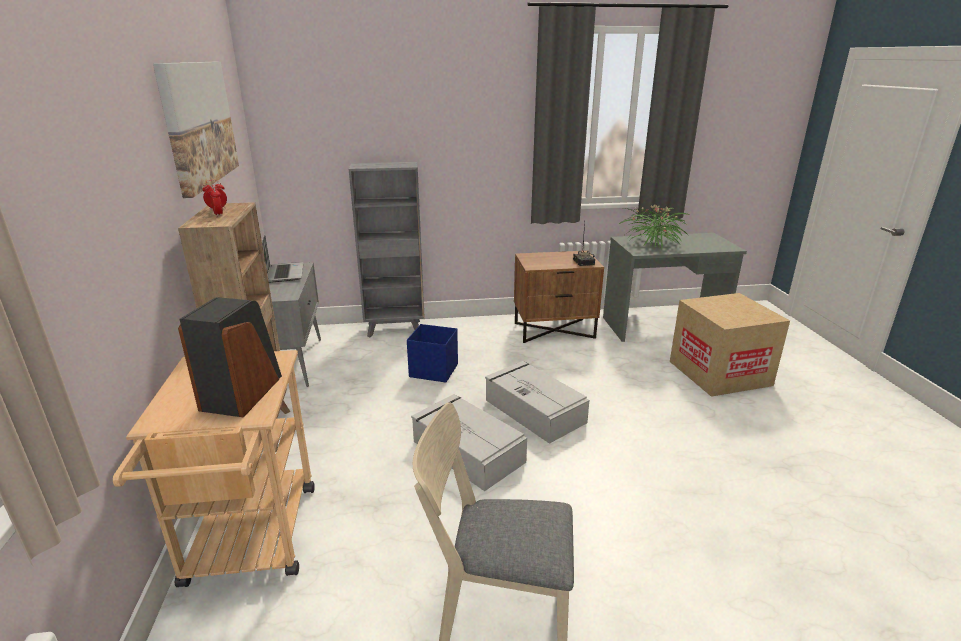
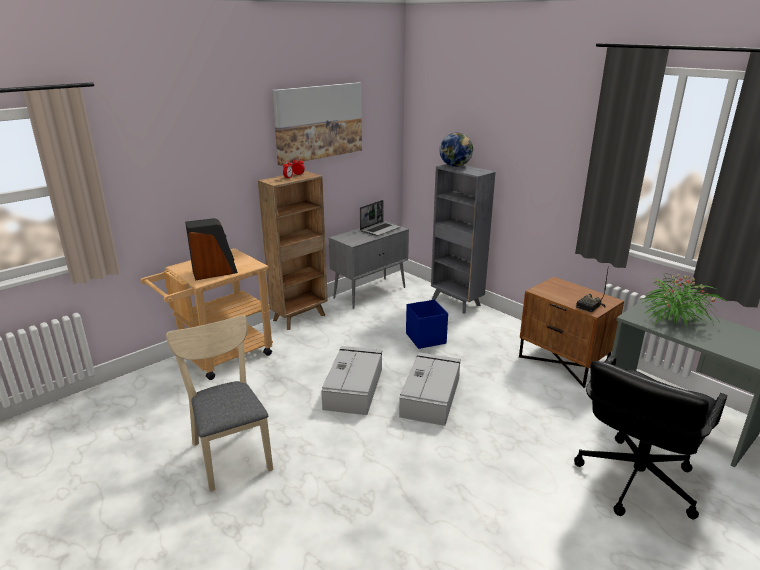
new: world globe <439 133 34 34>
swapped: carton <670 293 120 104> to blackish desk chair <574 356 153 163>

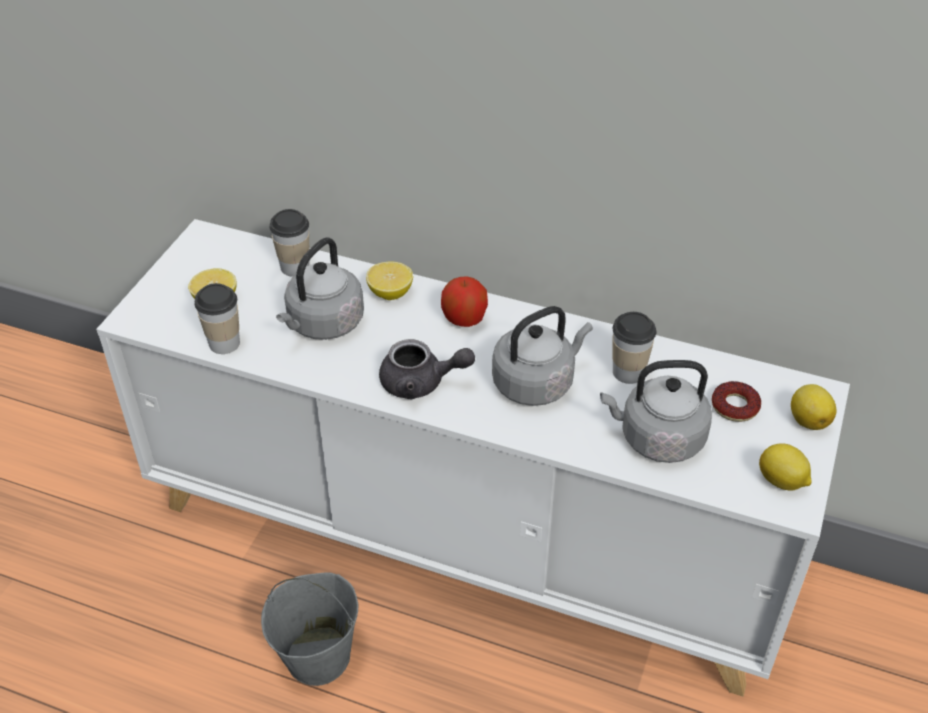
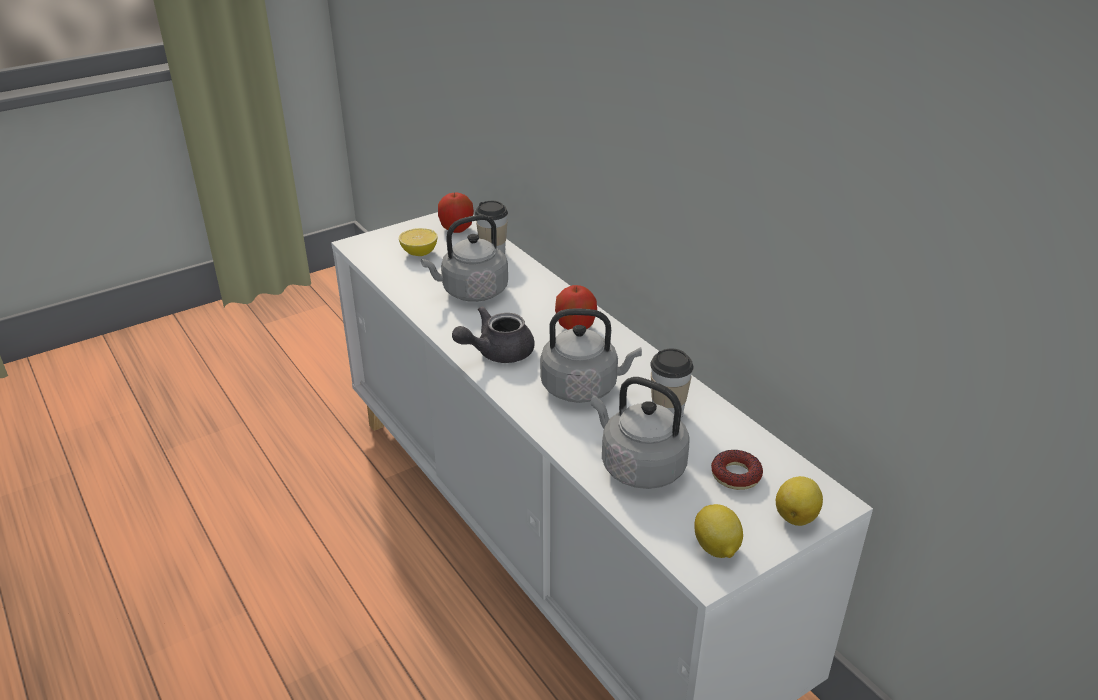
gone: drinking cup <194 283 46 71>; greyish pail <261 572 97 114>; lemon <366 261 47 39>
new: apple fruit <438 192 36 41>
rotated: greyish pot for tea <379 339 96 60> = <452 307 83 56> 105 degrees clockwise

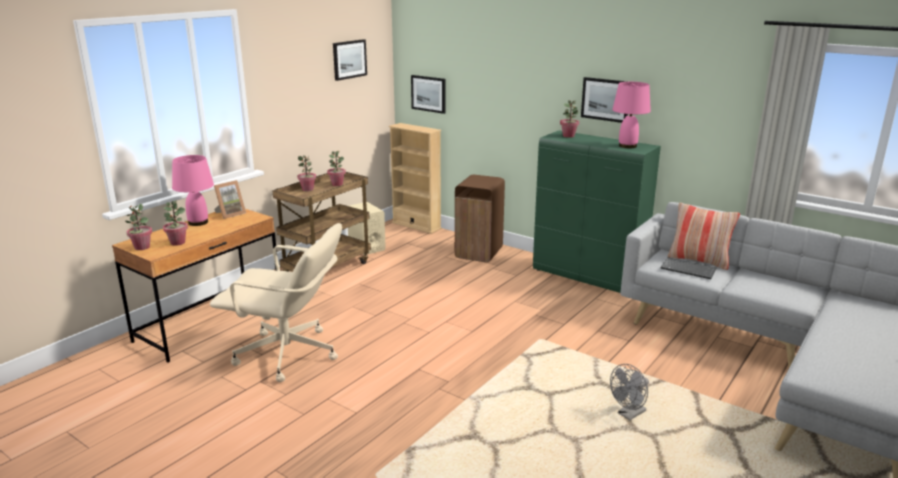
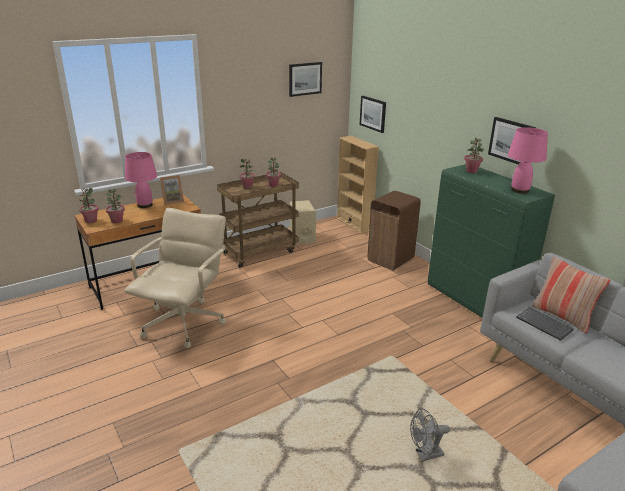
rotated: beige-coloured desk chair <210 223 132 159> = <124 208 102 140> 105 degrees counterclockwise

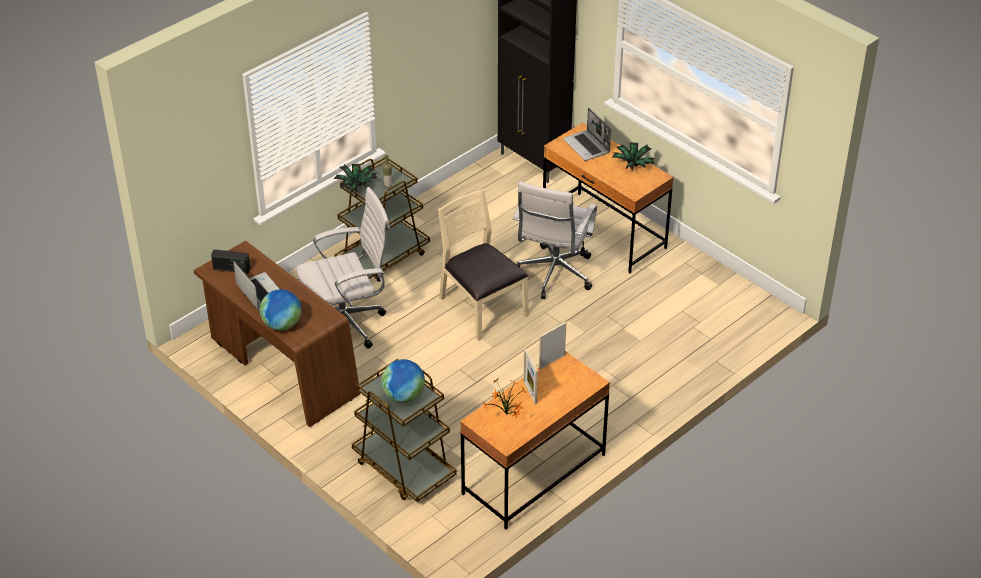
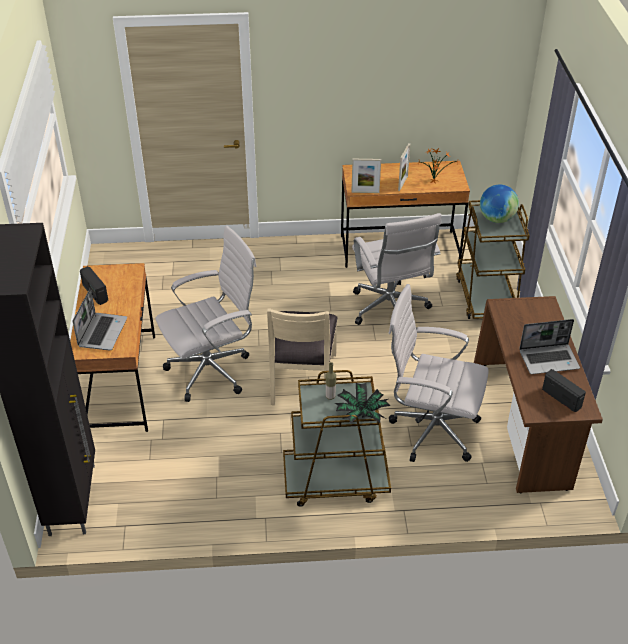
gone: world globe <260 289 42 42>
new: white desk chair <352 213 89 112>
swapped: plant in a pot <612 142 43 28> to radio set <80 266 28 39>
rotated: portable computer <233 261 46 49> = <519 319 61 55> 105 degrees counterclockwise

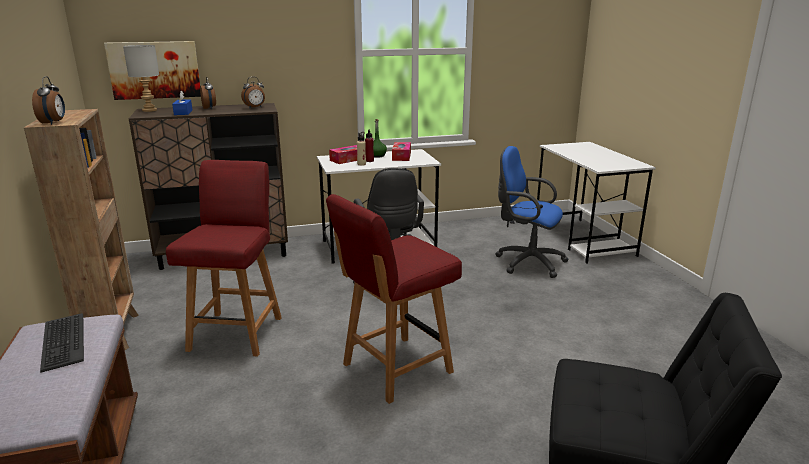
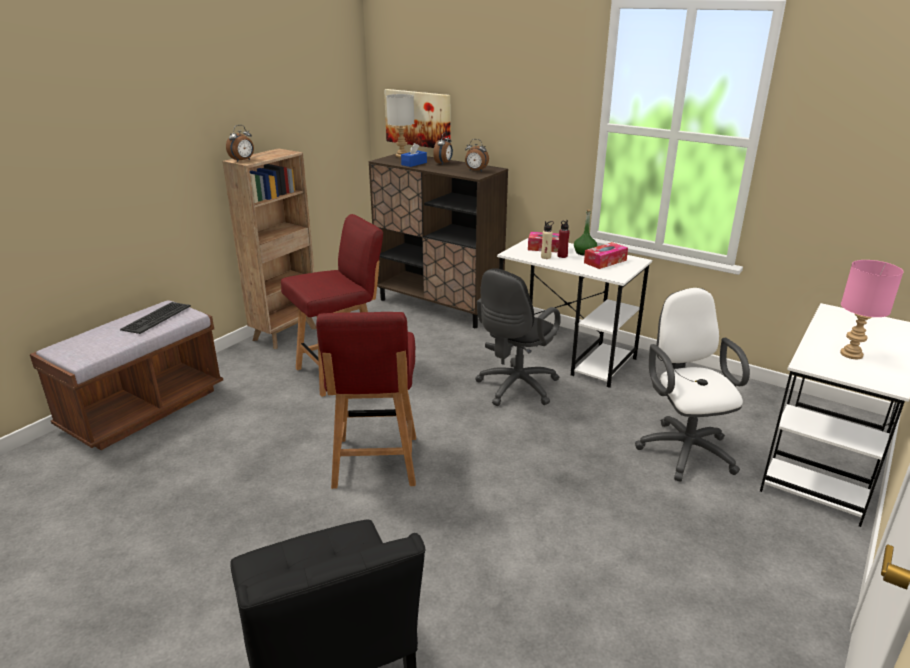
new: pink-coloured lamp for a table <840 260 63 99>
repainted: blue-coloured desk chair <496 146 73 132> to white desk chair <635 288 115 194>
rotated: red chair <326 194 136 210> = <316 312 100 177> 105 degrees counterclockwise

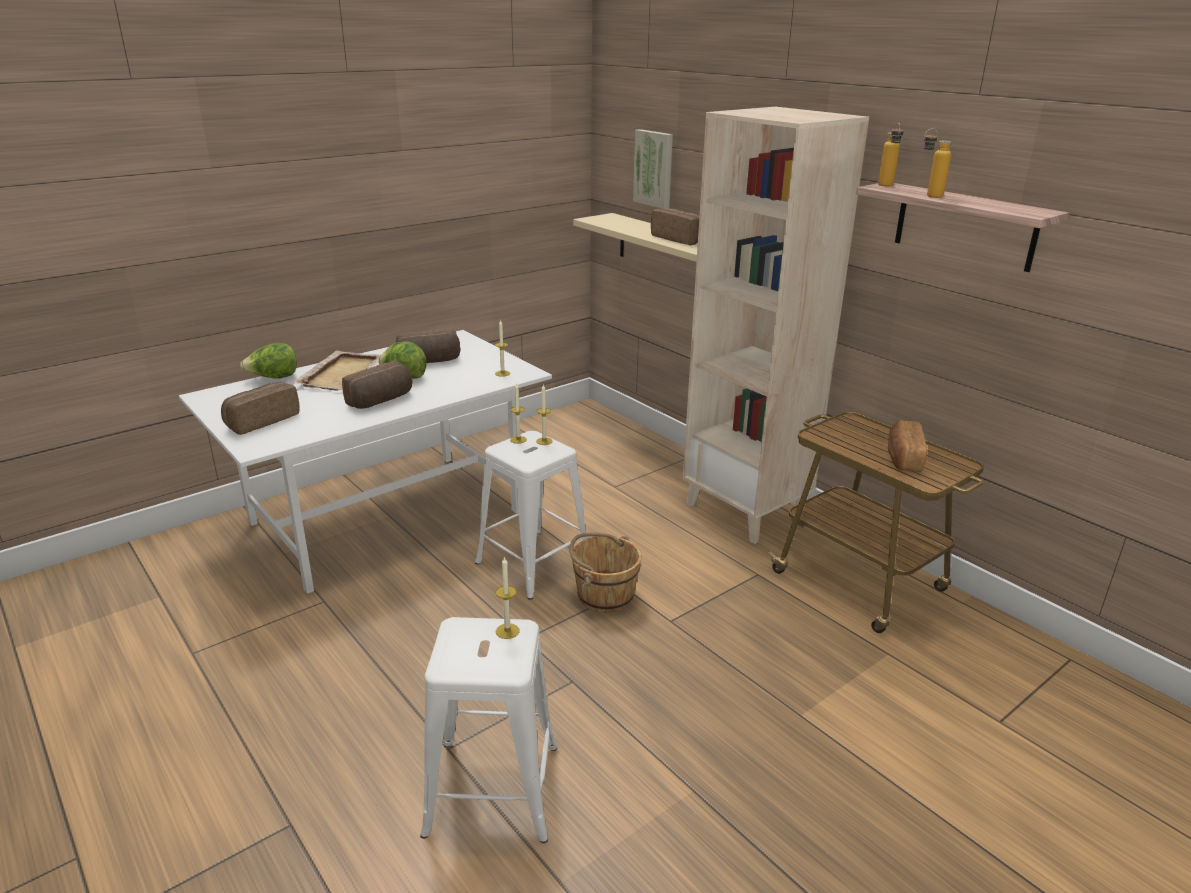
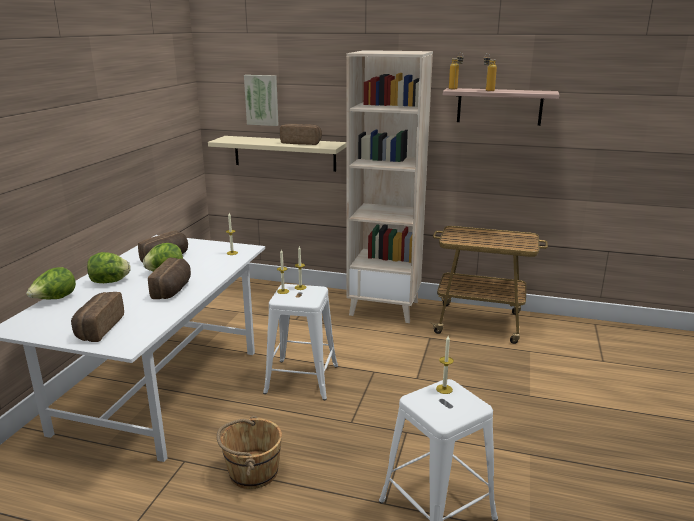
gone: bread <888 420 39 52>
shifted: brownish pail <569 533 73 79> to <217 416 65 73>
swapped: beige-coloured carrying tray <293 350 88 41> to head of lettuce <87 252 44 31>

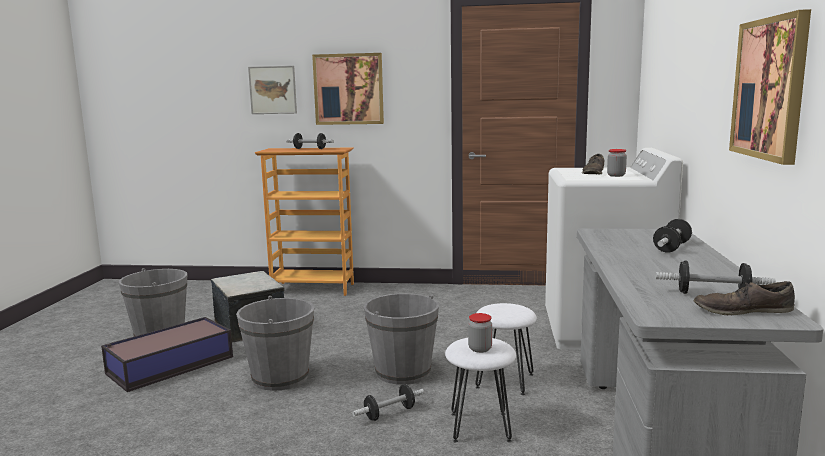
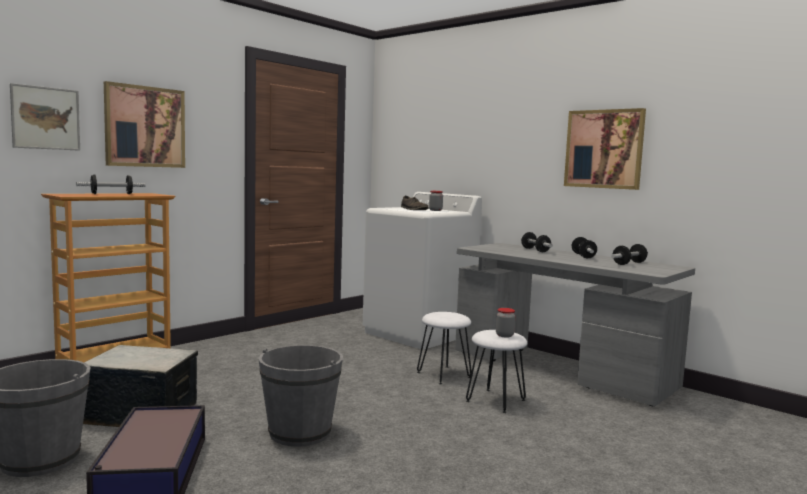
gone: greyish pail <364 293 75 92>; brownish low shoe <693 281 102 34>
shifted: dumbbell <352 384 72 37> to <572 237 25 22>

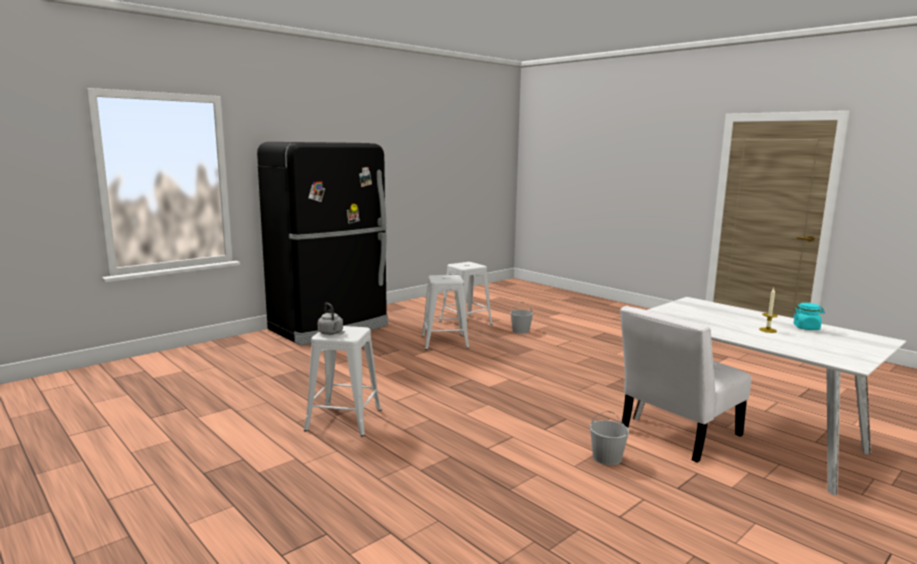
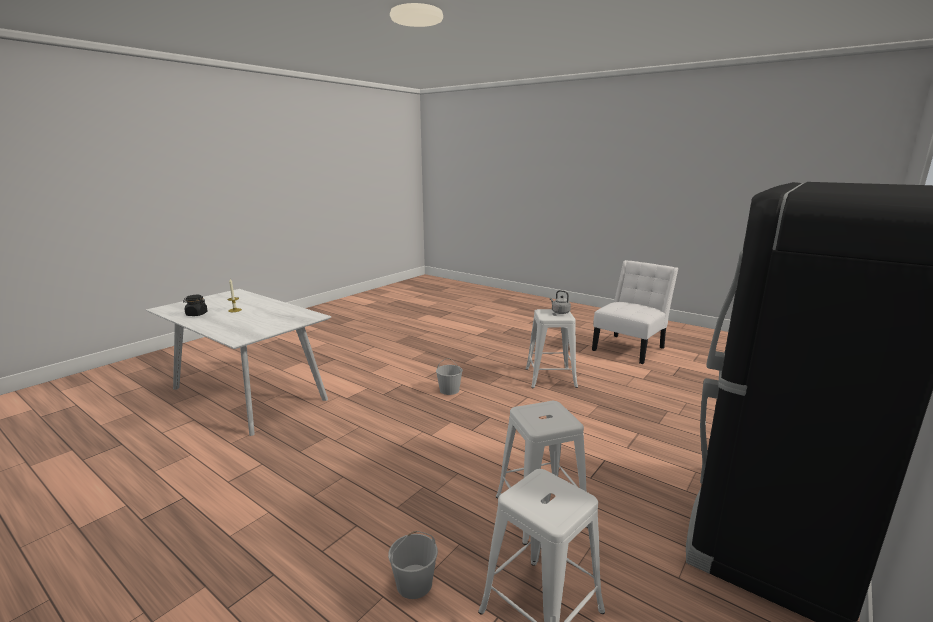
shifted: white pail <590 411 39 54> to <436 358 27 37>; white chair <620 306 131 156> to <592 260 86 104>
repainted: blue-green jar <793 303 32 27> to blackish jar <183 295 25 21>

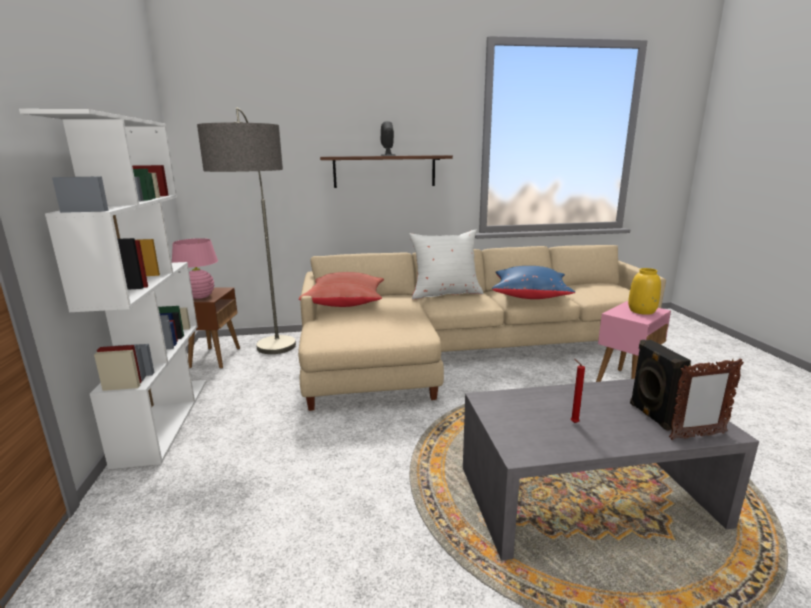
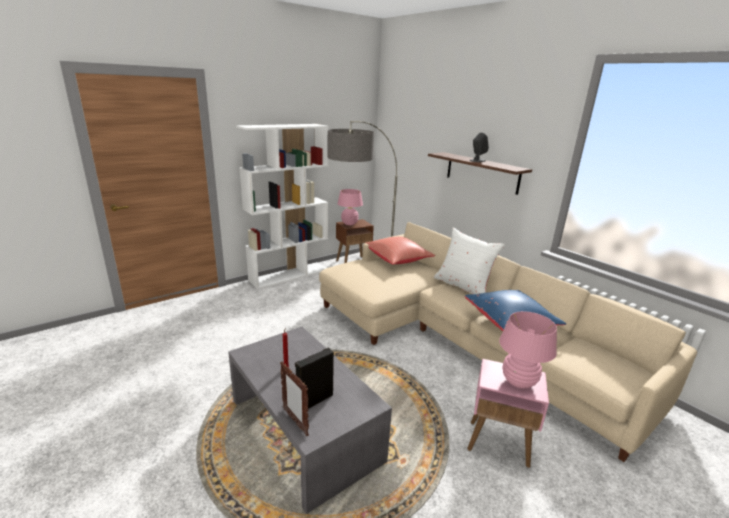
swapped: yellow-coloured vase <628 268 33 47> to pink-coloured lamp for a table <499 311 58 77>

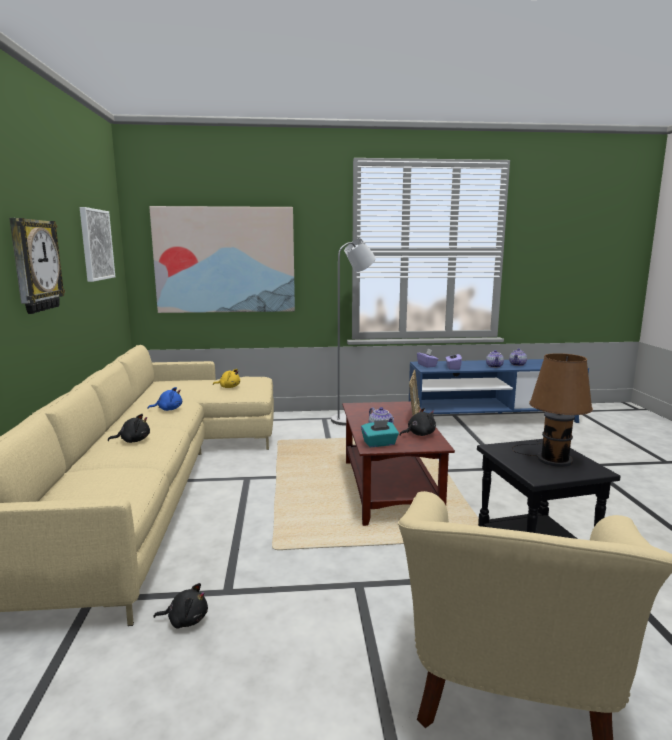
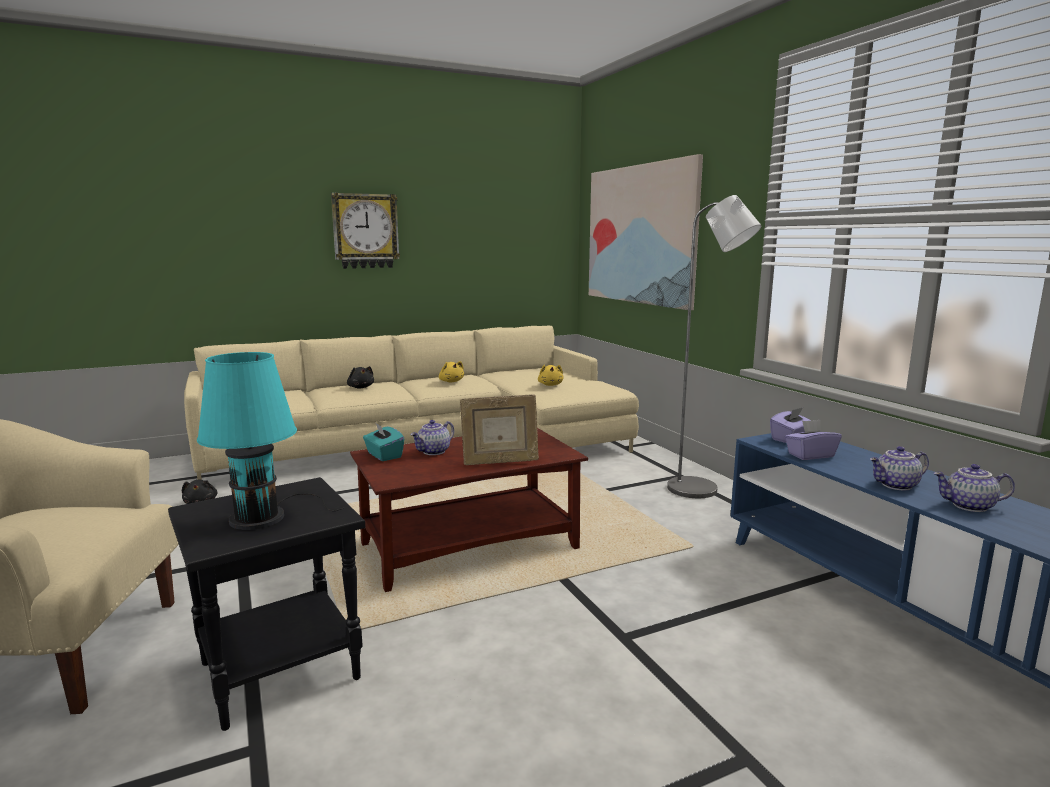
gone: picture <80 207 35 75>; blackish cuddly toy <400 408 36 28>
repainted: blue-coloured cuddly toy <147 387 35 24> to yellow-coloured cuddly toy <439 361 25 21>; brownish lamp for a table <512 353 81 114> to blue-green lamp for a table <197 352 147 178>

